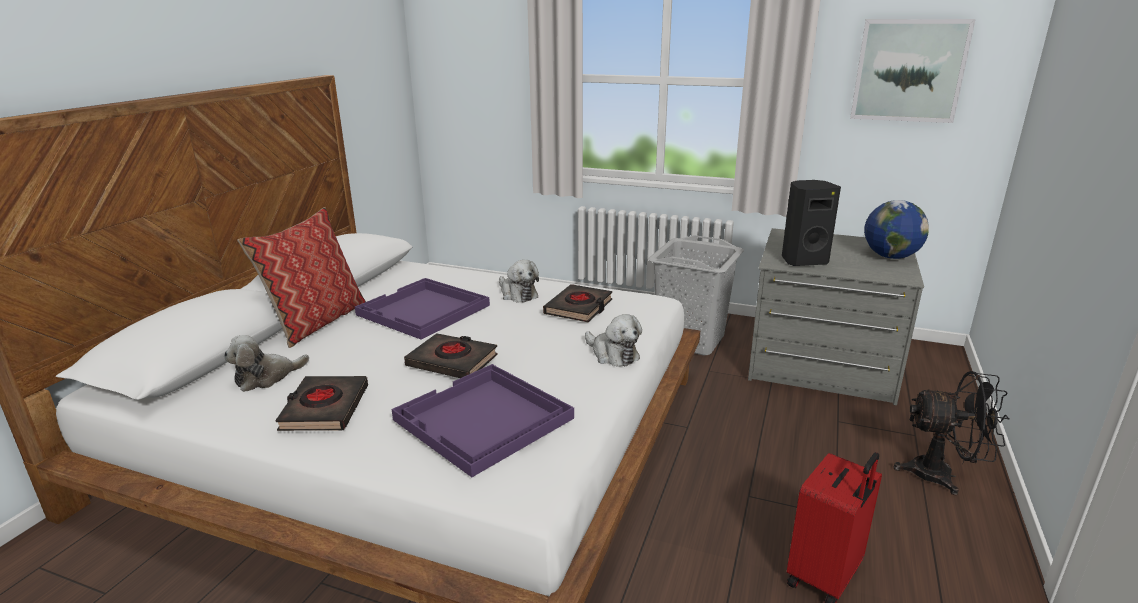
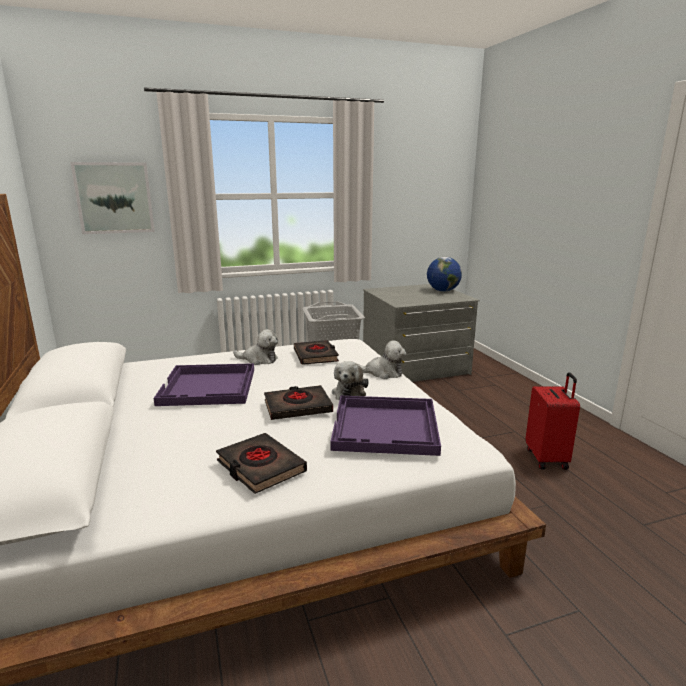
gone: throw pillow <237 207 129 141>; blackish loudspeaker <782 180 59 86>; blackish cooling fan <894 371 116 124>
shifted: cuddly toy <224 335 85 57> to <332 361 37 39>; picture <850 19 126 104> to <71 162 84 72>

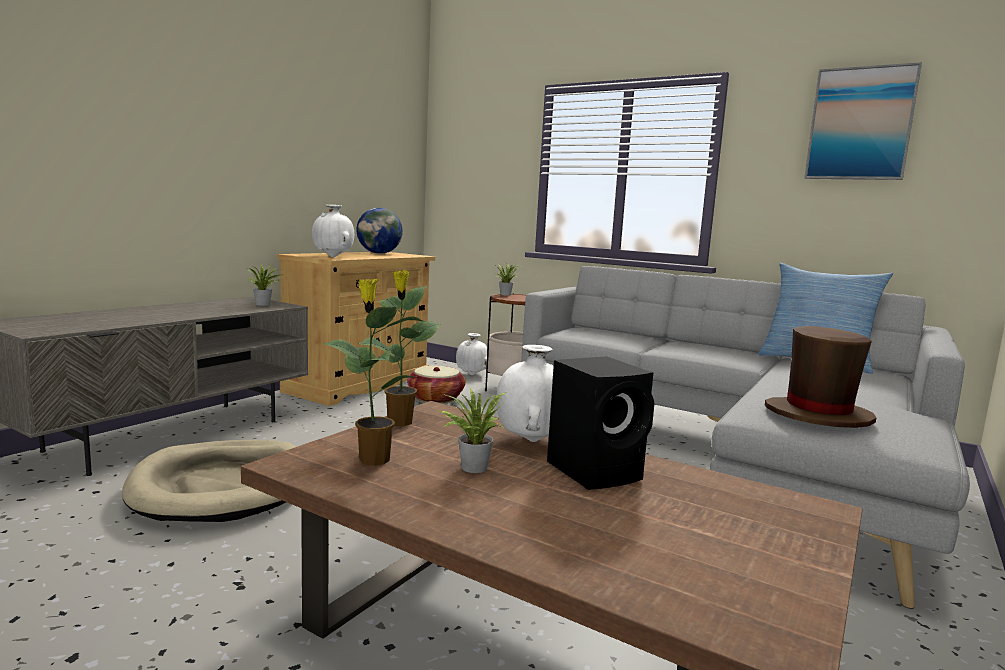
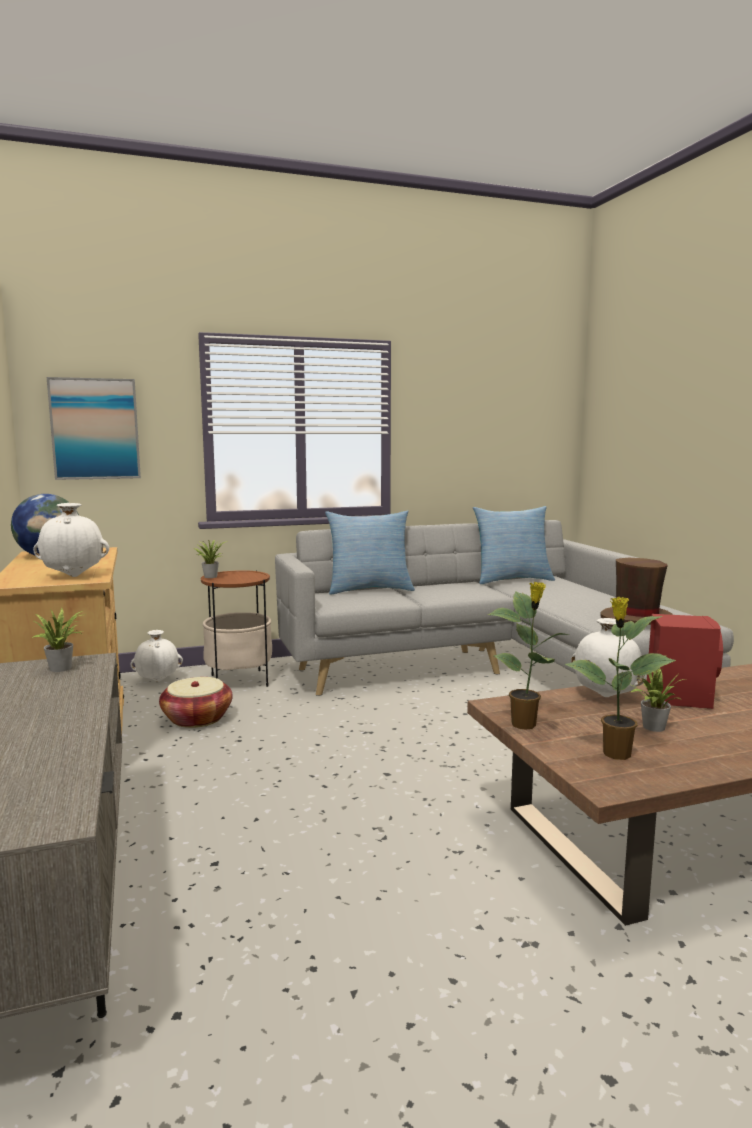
gone: beige-coloured dog cushion <122 440 174 82>
new: throw pillow <325 510 90 85>
shifted: picture <804 62 118 118> to <47 377 94 103>
repainted: blackish loudspeaker <547 356 108 134> to red loudspeaker <647 614 76 95>

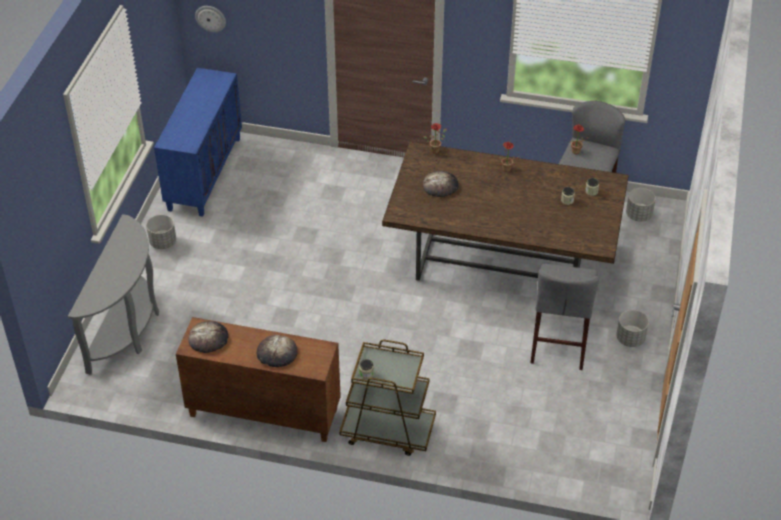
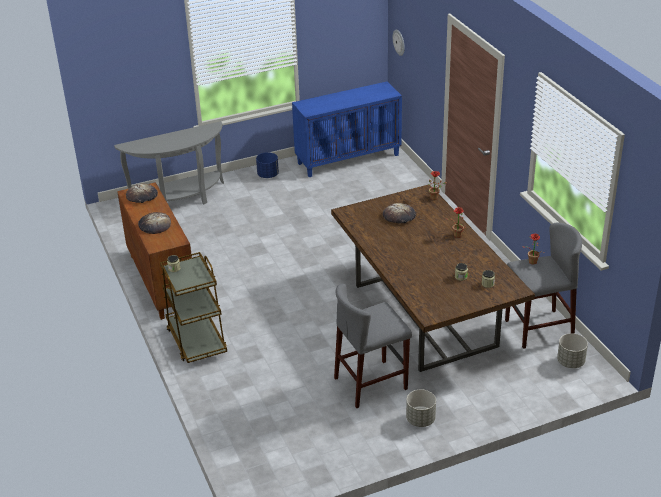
repainted: greyish planter <146 215 30 34> to blue-coloured planter <256 152 23 26>

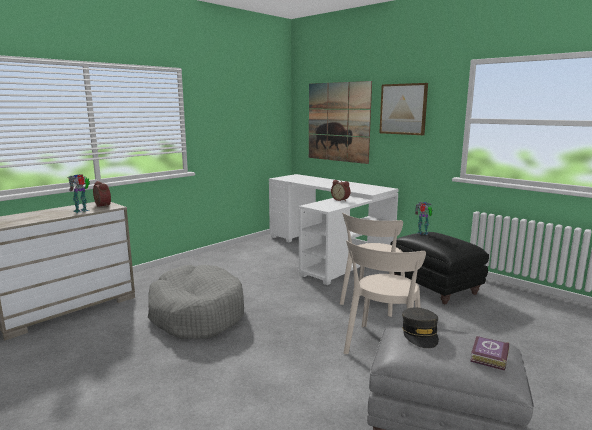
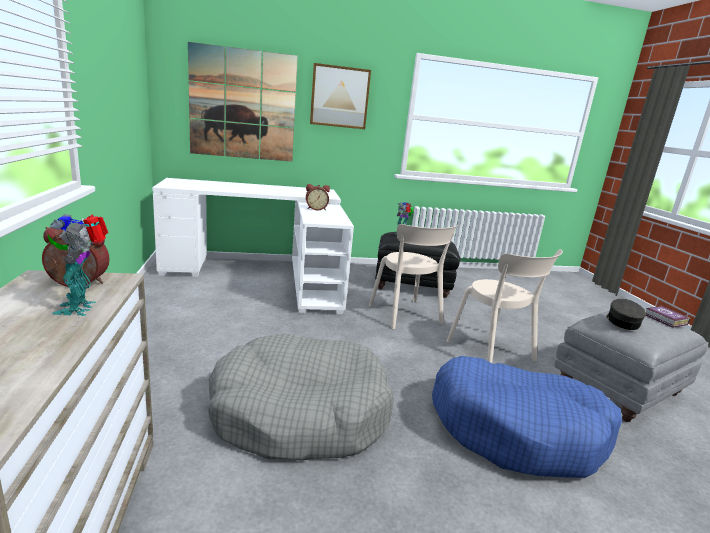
new: blue-coloured dog cushion <432 356 190 122>
rotated: greyish baseball cap <402 308 37 40> = <606 299 40 31> 105 degrees counterclockwise

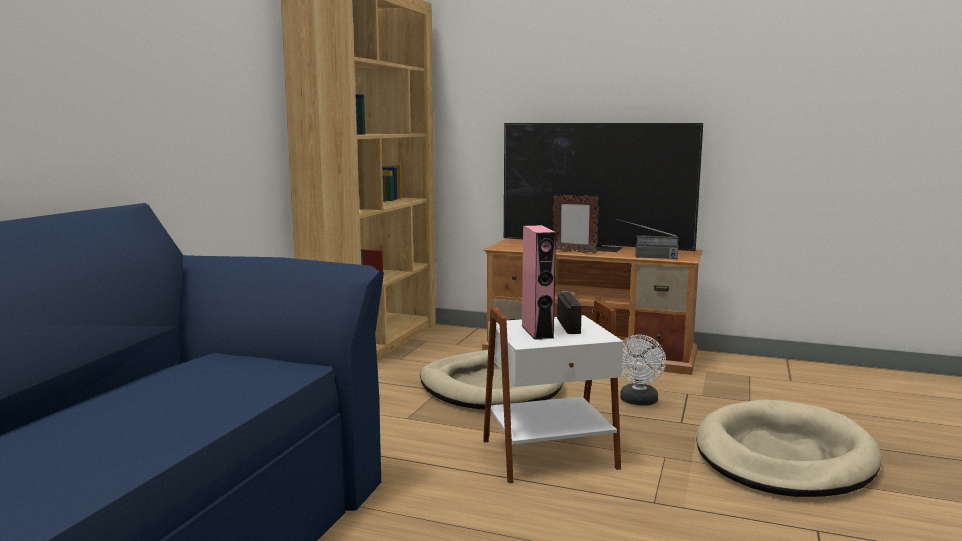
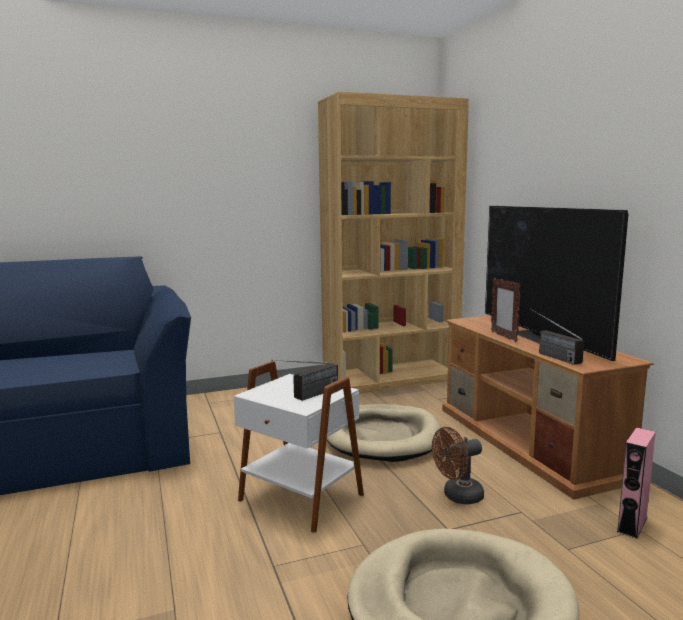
shifted: pink-coloured loudspeaker <522 225 34 115> to <617 427 39 112>
repainted: white cooling fan <620 335 46 70> to brownish cooling fan <432 427 52 77>

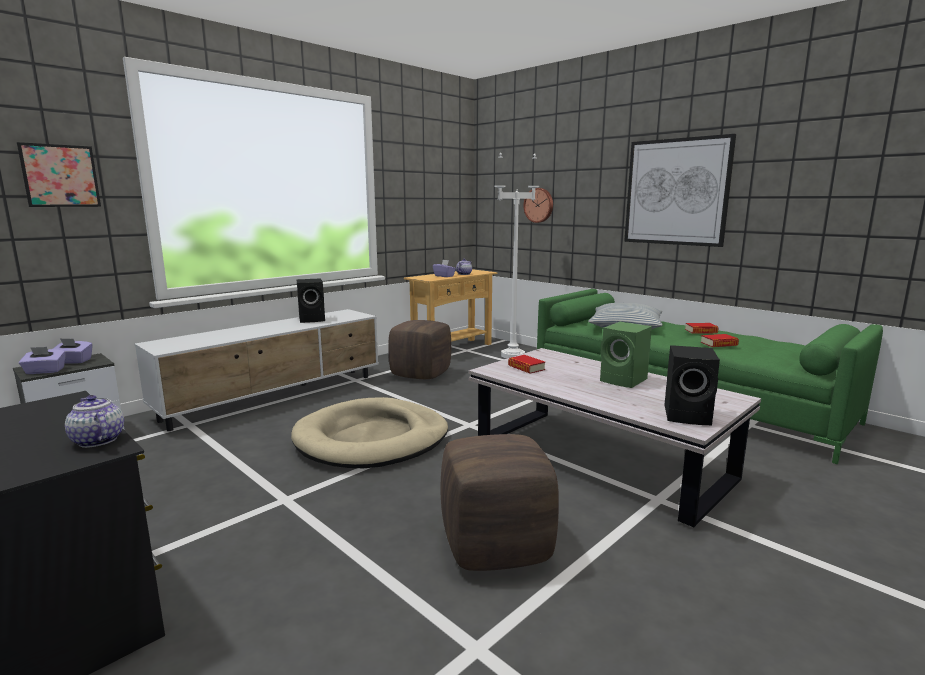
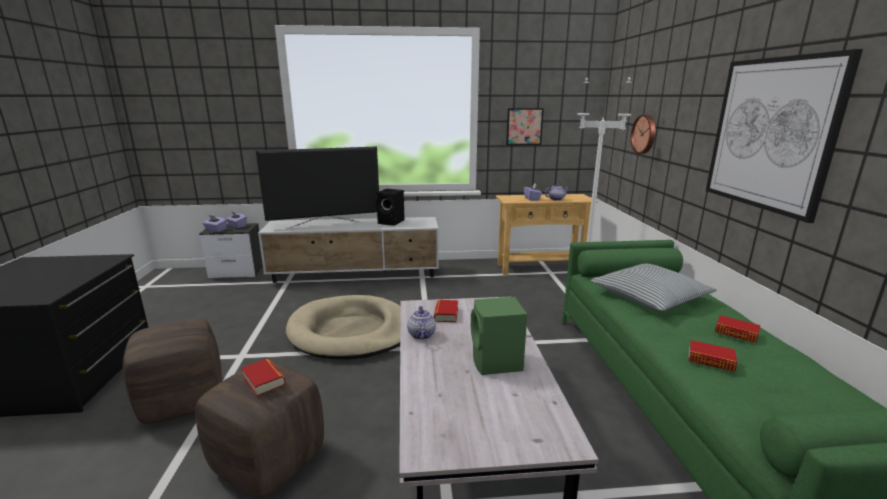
gone: blackish loudspeaker <664 345 56 80>
new: book <241 358 44 39>; TV set <256 147 123 81>
shifted: picture <17 142 84 65> to <506 108 38 37>; pot for tea <65 395 59 53> to <407 306 29 34>; brownish footrest <388 320 63 59> to <123 319 99 105>

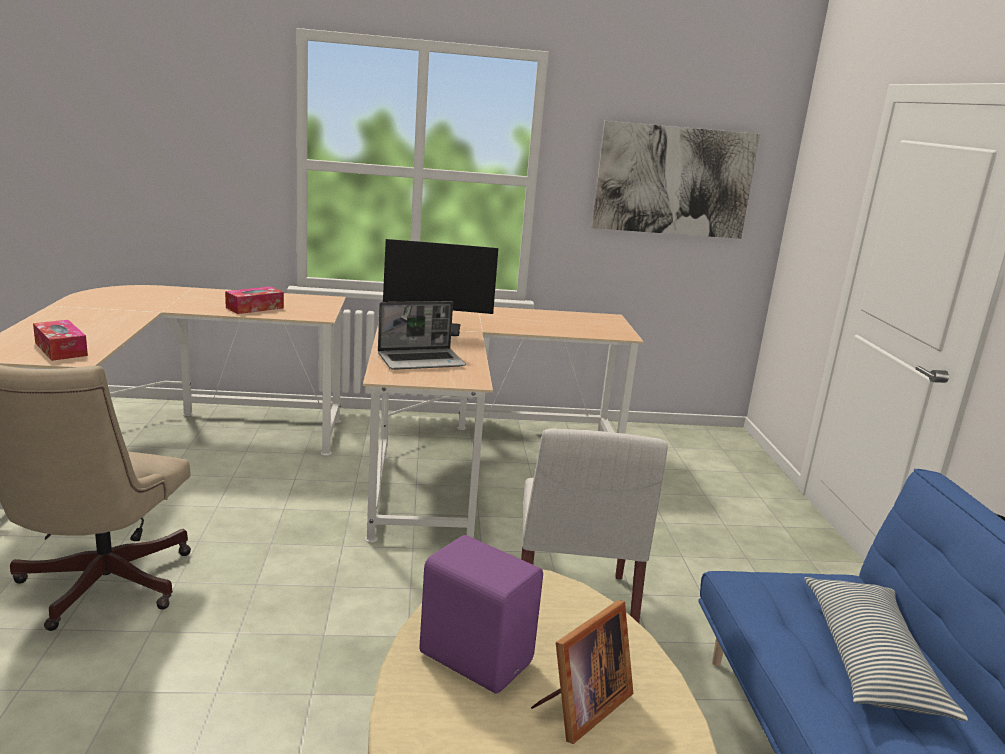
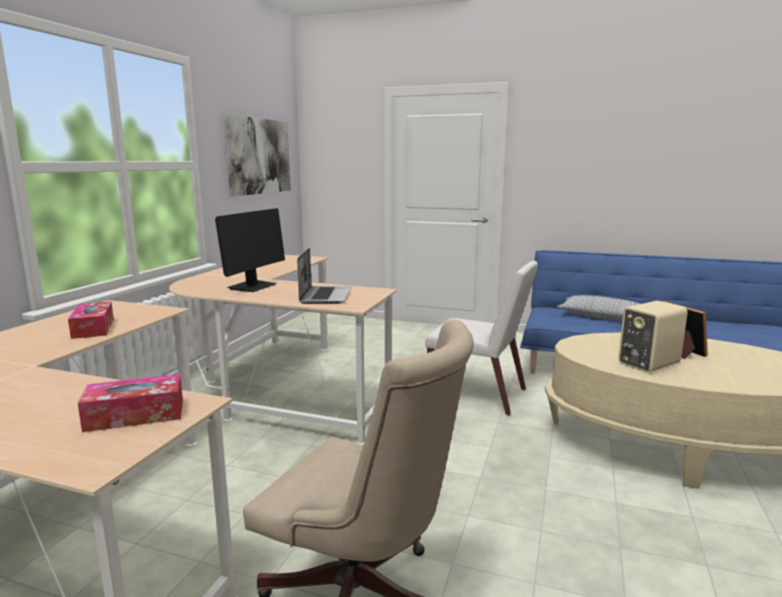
repainted: purplish loudspeaker <419 535 124 158> to beige-coloured loudspeaker <618 301 70 71>

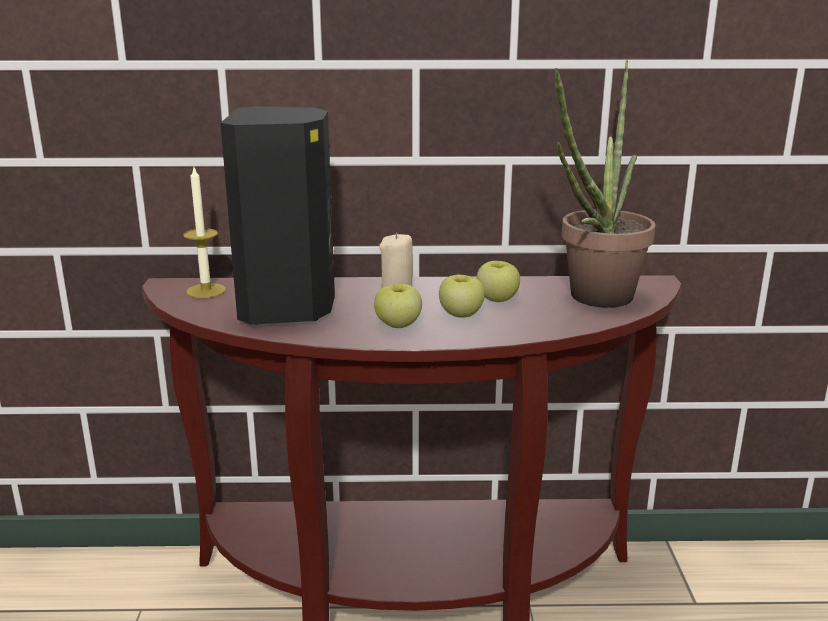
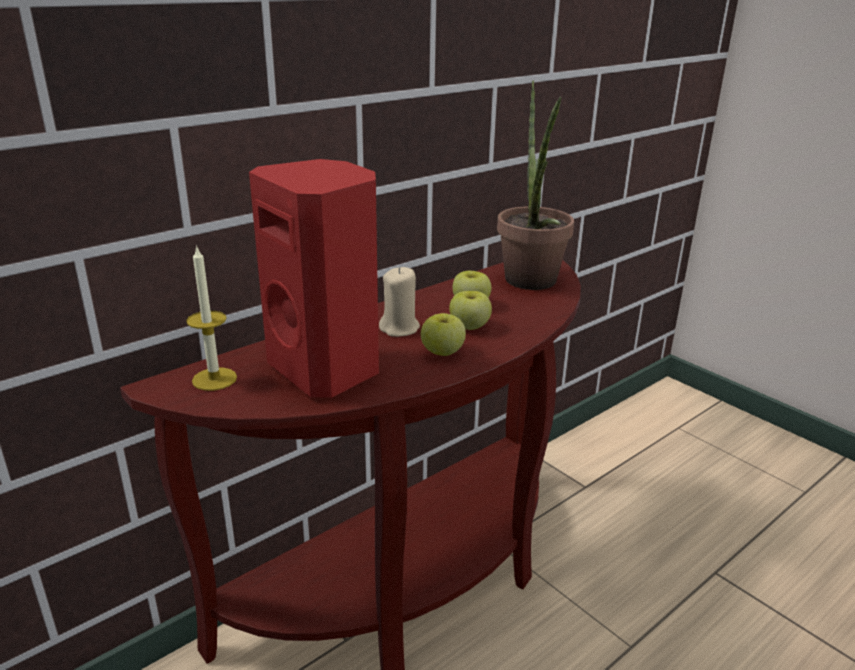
repainted: blackish loudspeaker <220 106 115 219> to red loudspeaker <249 159 130 239>

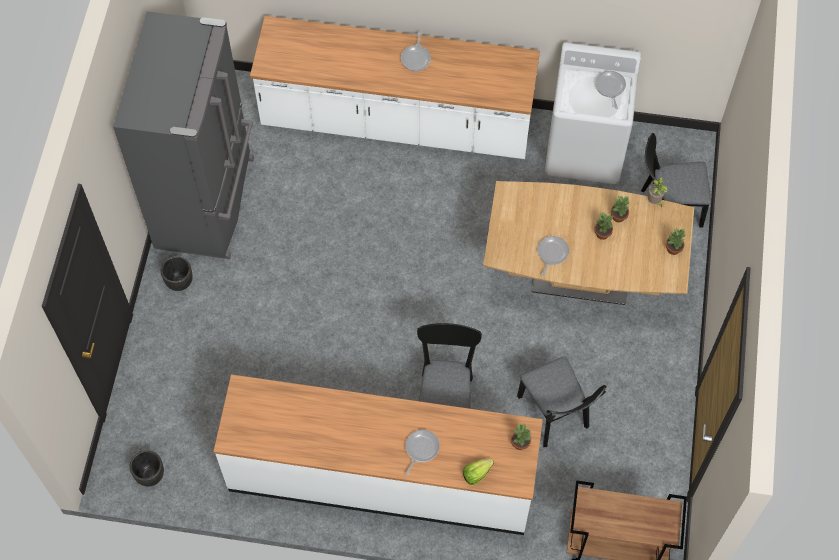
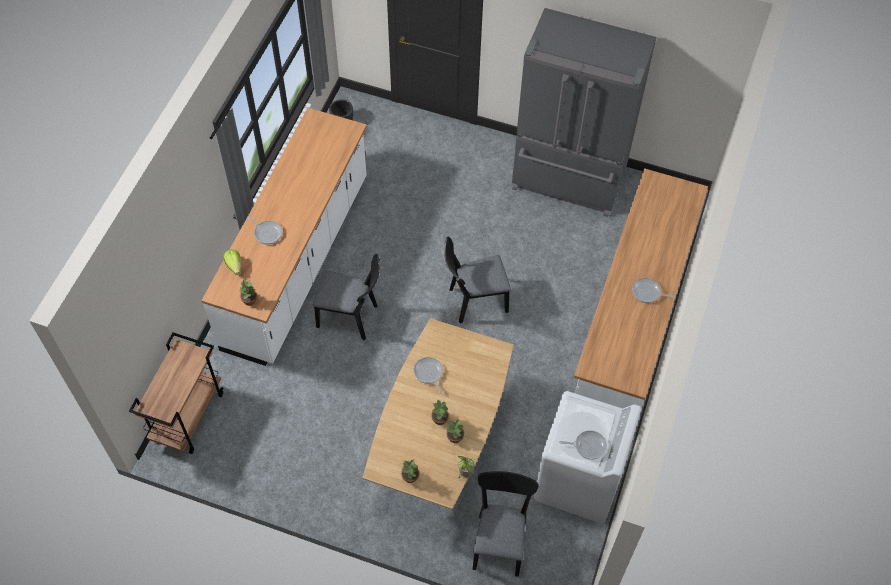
gone: blackish planter <161 256 32 35>
shifted: blackish chair <517 356 90 91> to <444 236 67 88>
rotated: skillet <538 236 31 40> = <414 357 29 36> 150 degrees counterclockwise

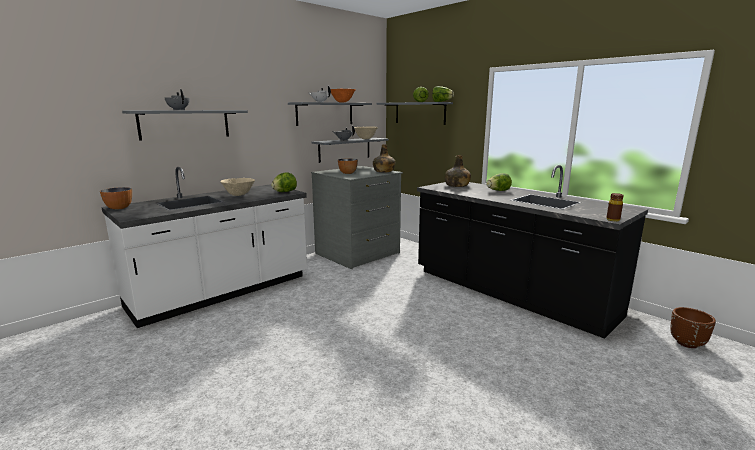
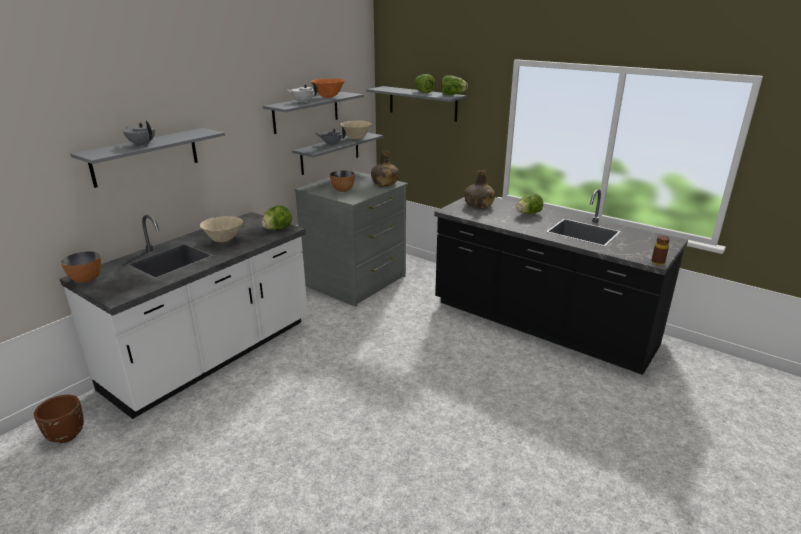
shifted: brownish planter <671 307 45 41> to <34 395 50 48>

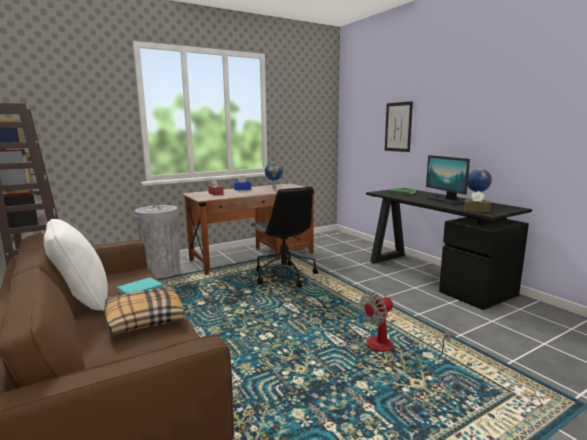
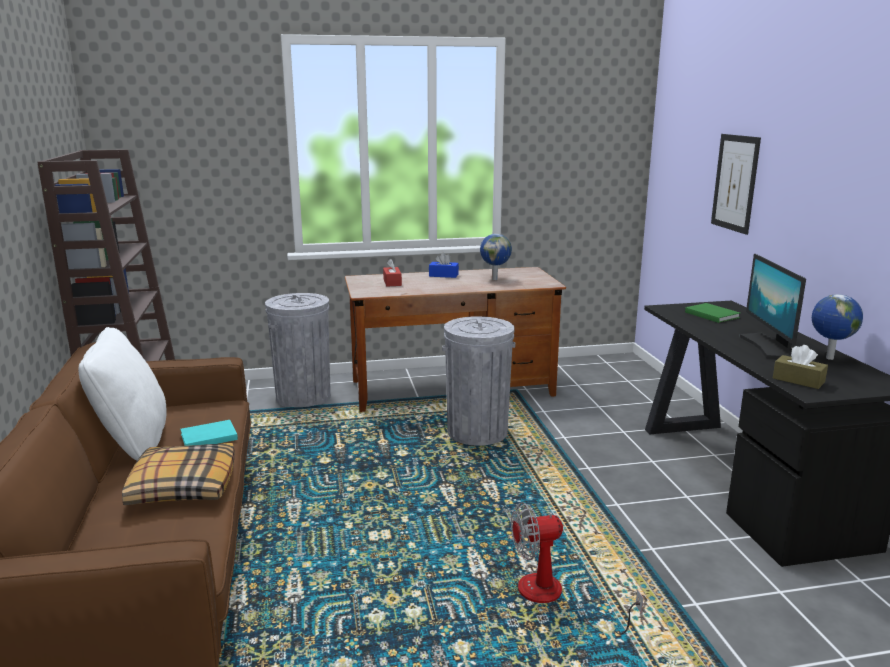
swapped: blackish desk chair <250 186 68 101> to greyish rubbish bin <442 316 74 130>

